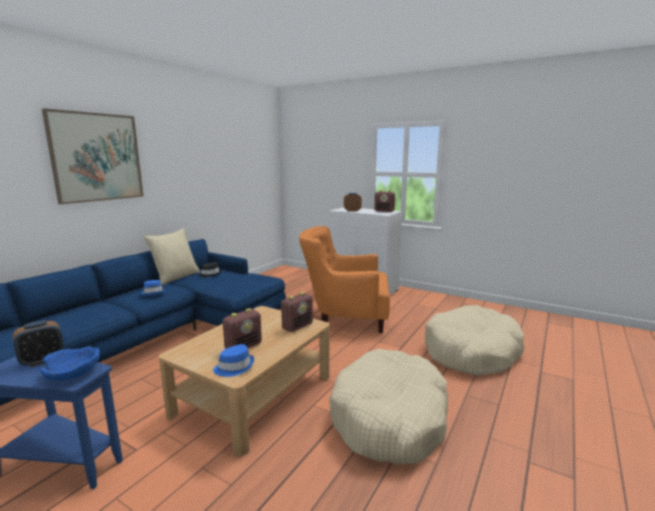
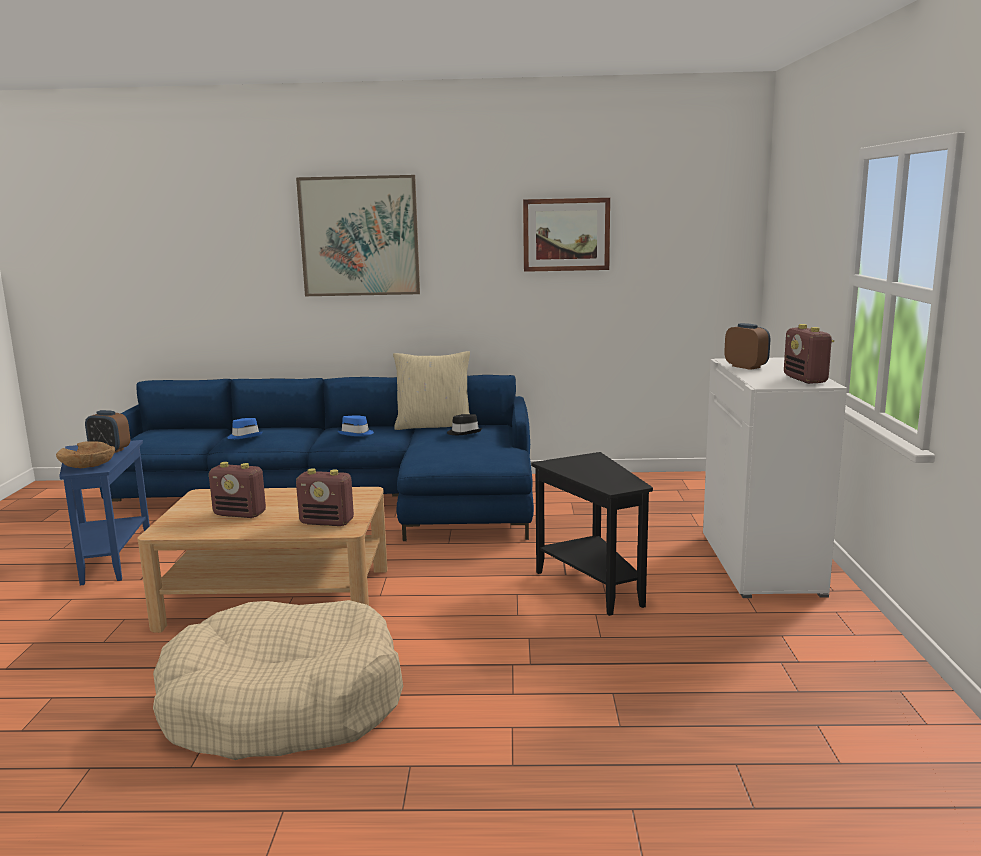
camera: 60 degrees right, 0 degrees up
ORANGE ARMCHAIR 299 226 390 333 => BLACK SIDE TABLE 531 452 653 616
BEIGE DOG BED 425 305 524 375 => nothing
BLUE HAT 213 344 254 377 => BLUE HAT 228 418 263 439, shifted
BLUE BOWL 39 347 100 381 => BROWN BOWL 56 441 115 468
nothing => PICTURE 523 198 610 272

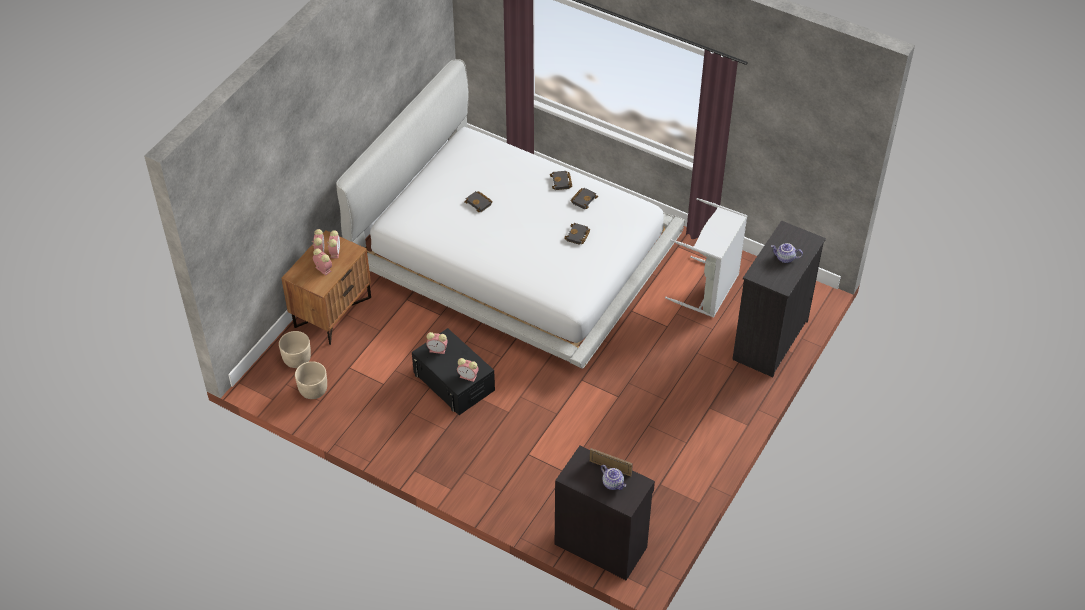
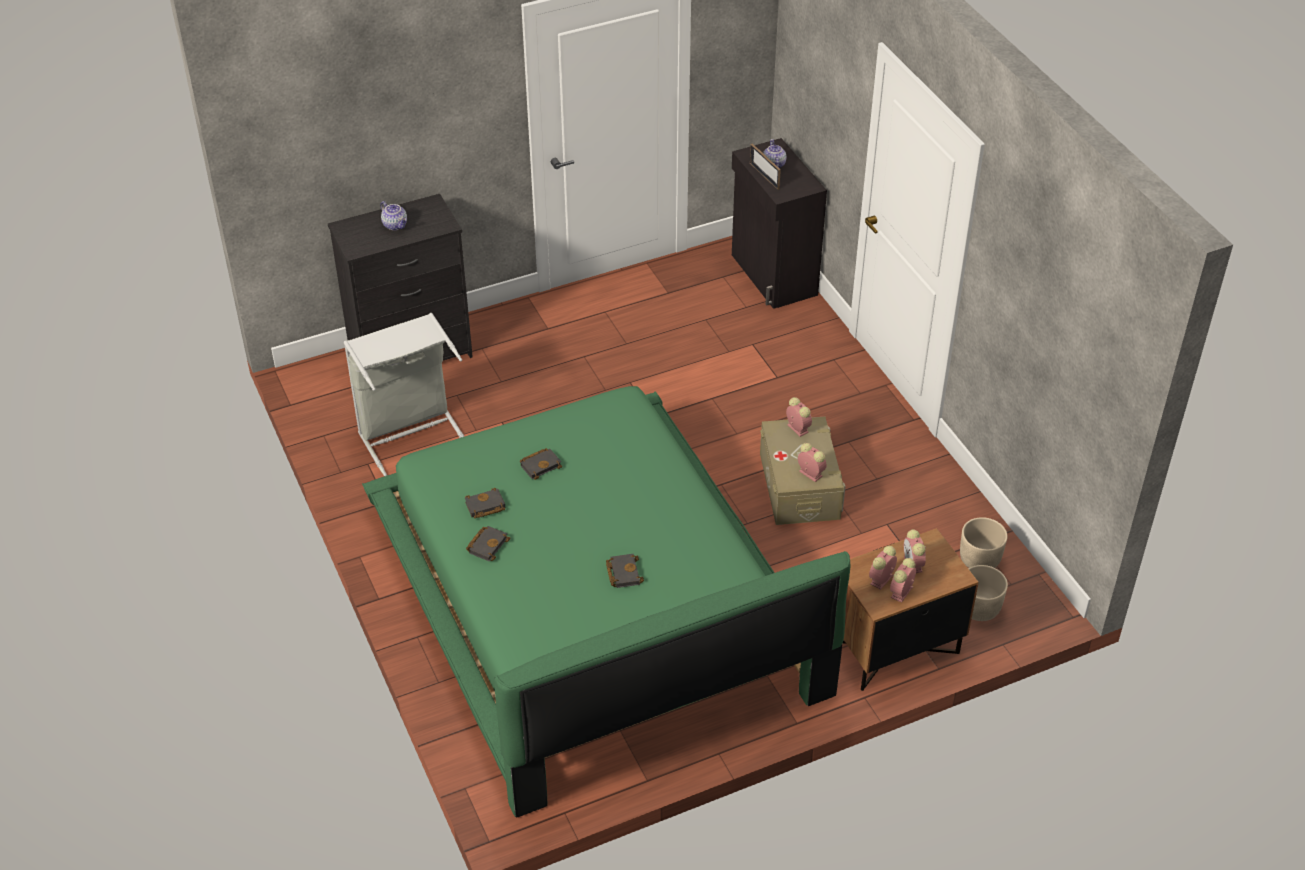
camera: 145 degrees left, 5 degrees down
WHITE BED 336 59 685 369 => GREEN BED 362 386 850 818
BLACK STORAGE BOX 412 328 495 415 => BEIGE STORAGE BOX 760 417 845 525

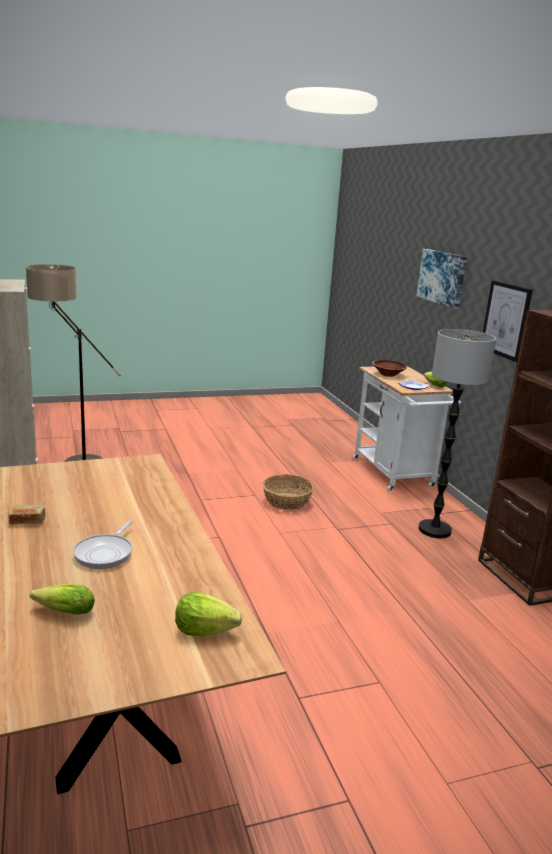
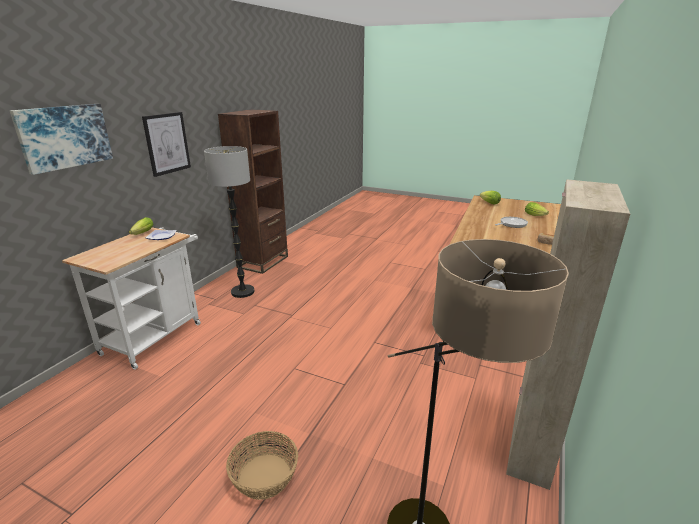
camera: 135 degrees left, 5 degrees up
BROWN BOWL 372 360 407 377 => nothing
BASKET 263 475 314 510 => BASKET 226 431 298 500, shifted

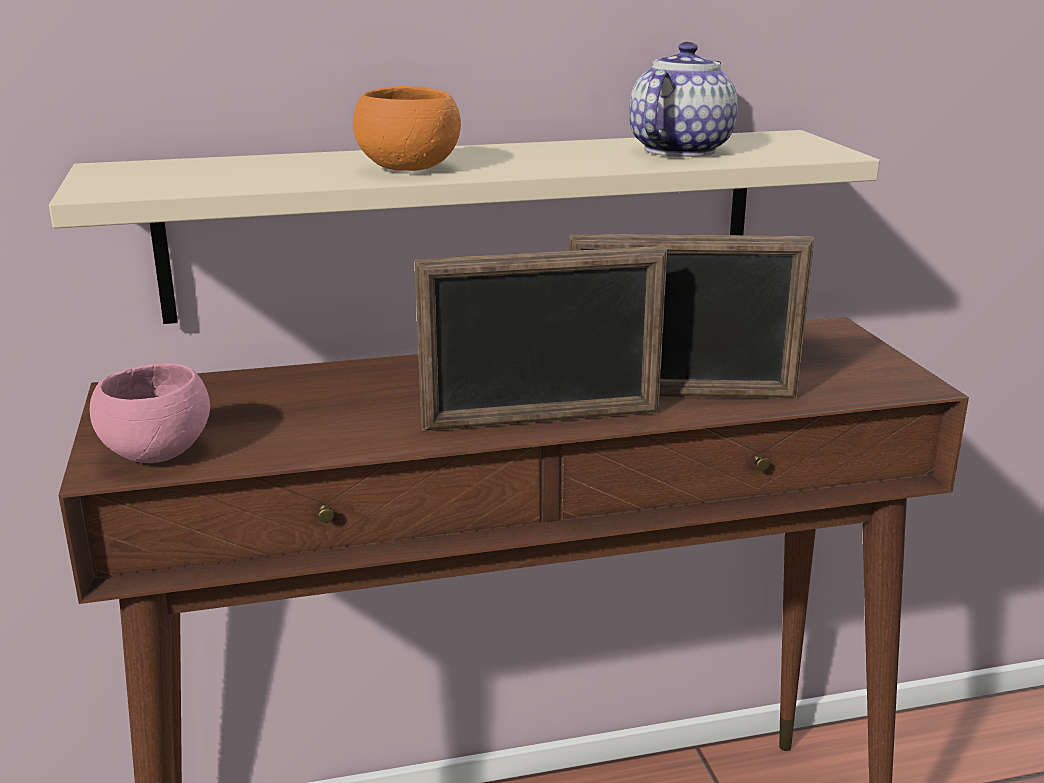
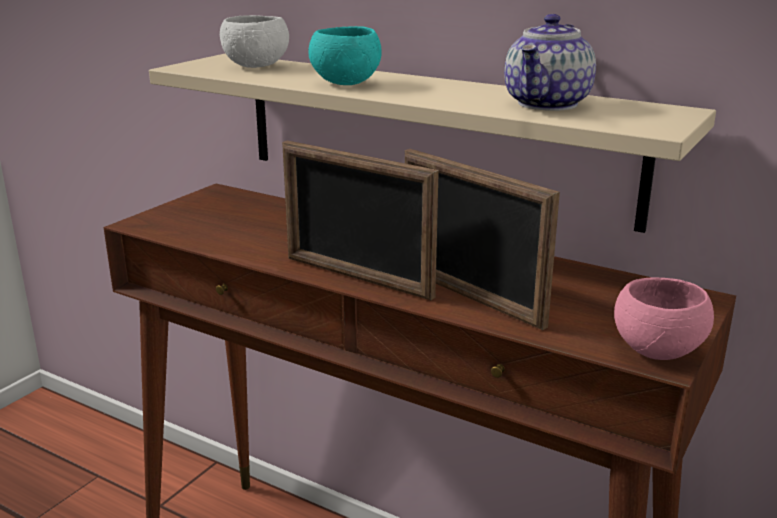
camera: 45 degrees right, 0 degrees up
TEAPOT 629 42 738 157 => TEAPOT 504 14 596 111, 135 degrees clockwise
ORANGE BOWL 353 86 461 171 => TURQUOISE BOWL 308 26 382 85
PINK BOWL 90 363 210 463 => PINK BOWL 614 278 714 360, shifted
nothing => WHITE BOWL 220 15 289 68

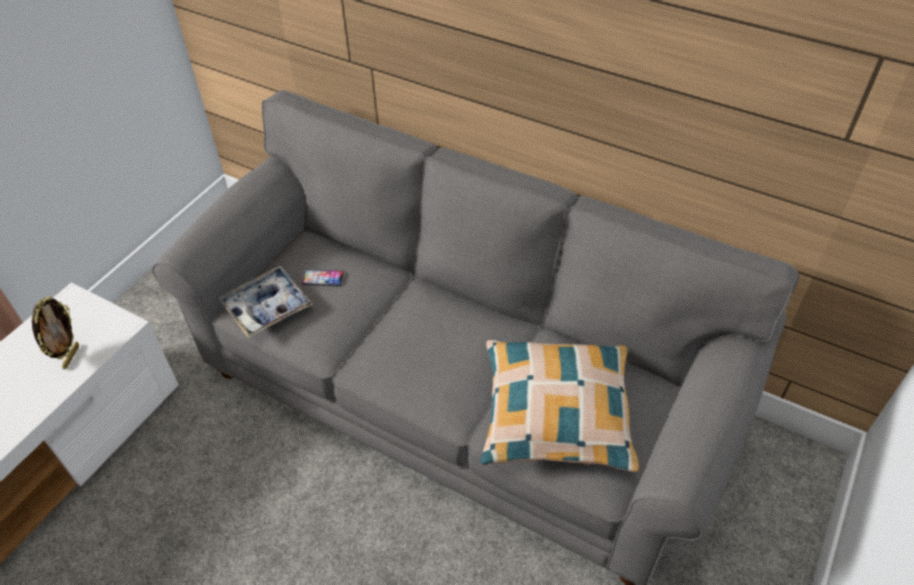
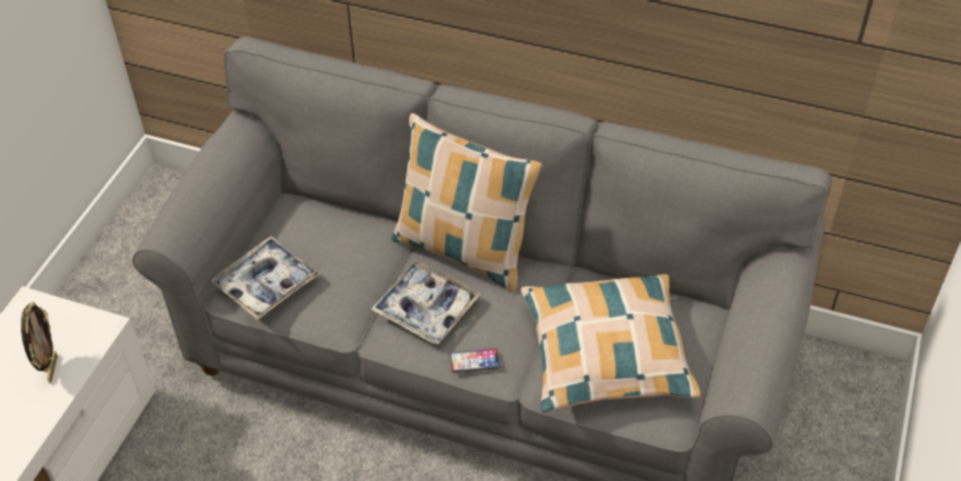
camera: 10 degrees left, 0 degrees up
PHONE 302 270 344 286 => PHONE 450 349 500 373, shifted
nothing => PILLOW 392 113 543 292
nothing => TRAY 371 260 481 344

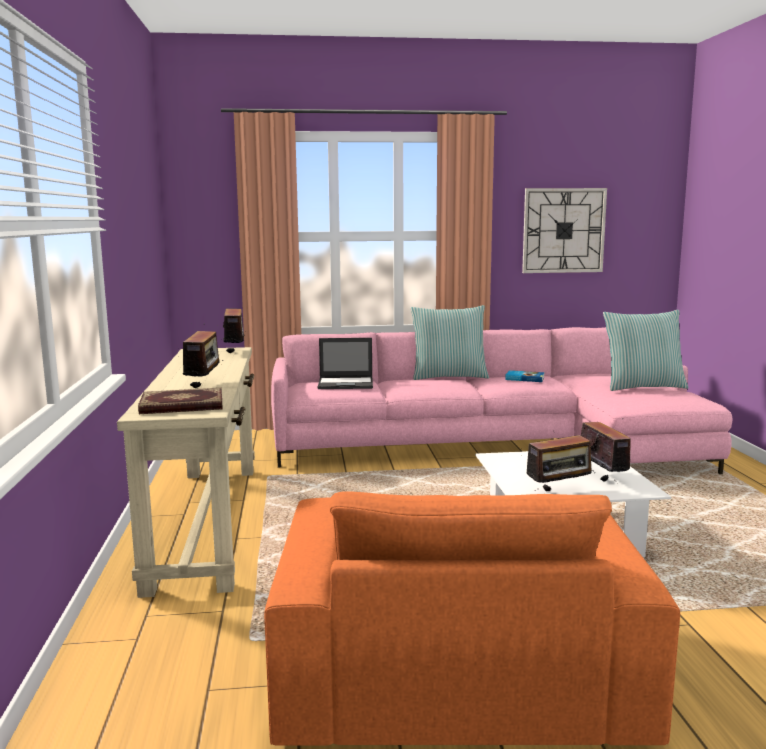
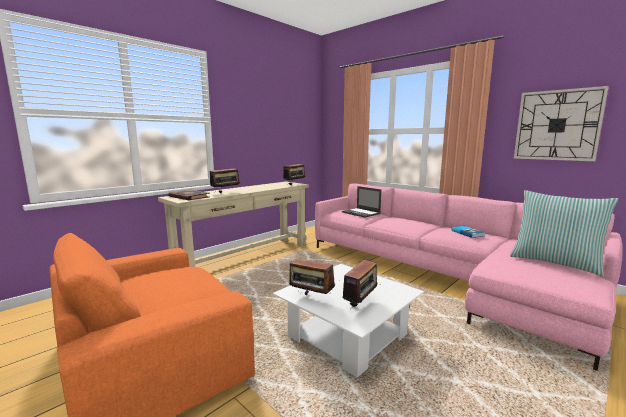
camera: 50 degrees right, 0 degrees up
PILLOW 411 305 489 380 => nothing

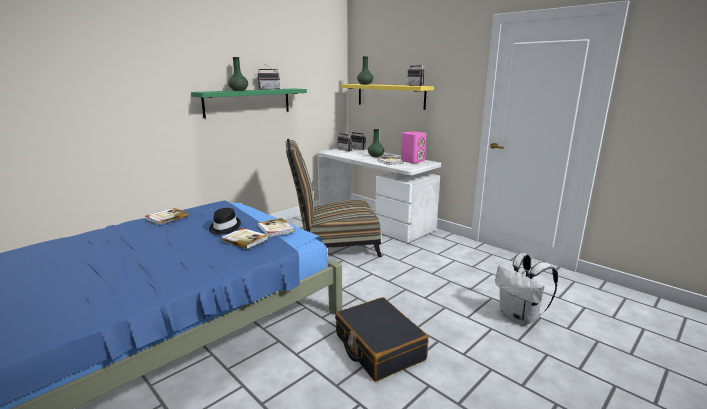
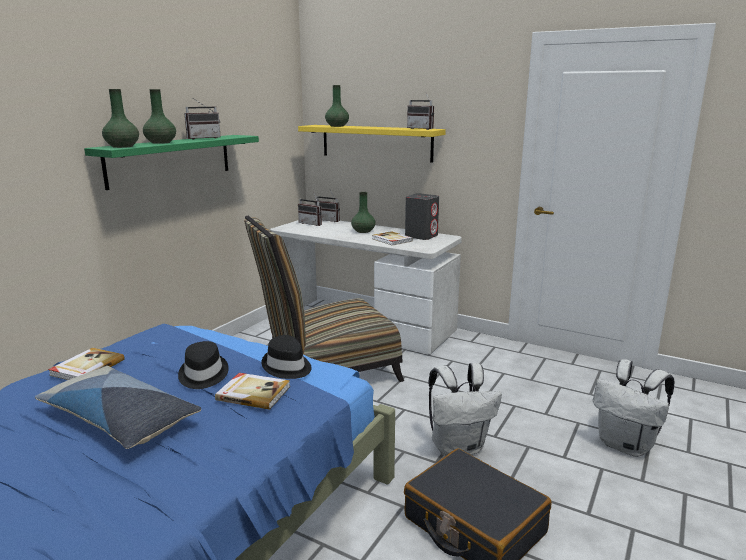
camera: 15 degrees left, 0 degrees up
PINK SPEAKER 401 131 426 163 => GREY SPEAKER 405 193 439 240
BOOK 258 218 295 237 => BLACK HAT 261 335 312 379
nothing => GREEN VASE 102 89 139 148
nothing => WHITE BACKPACK 429 363 502 456
nothing => PILLOW 35 366 201 449

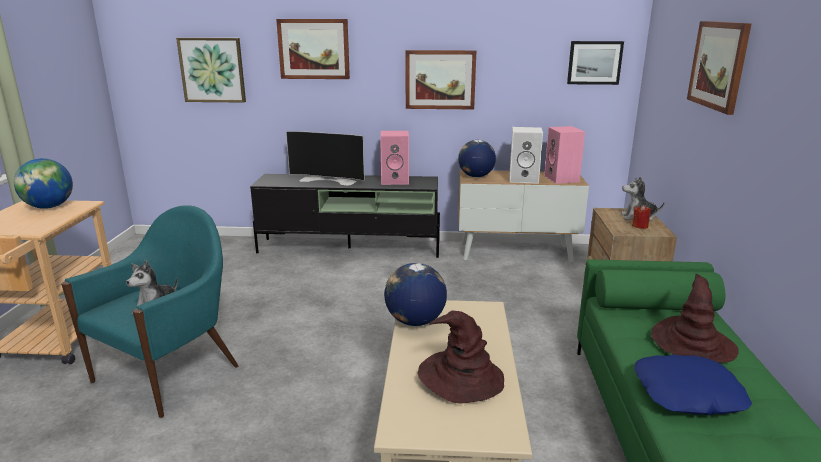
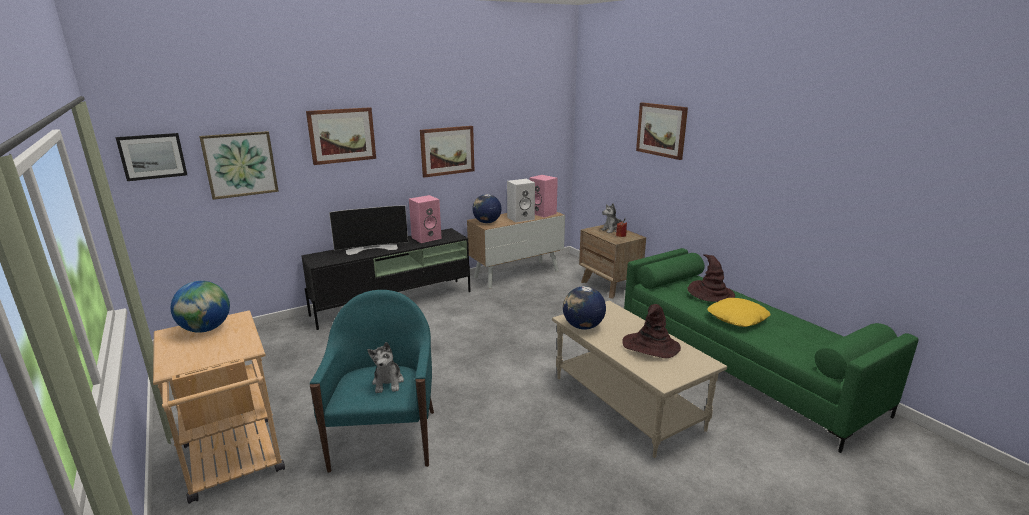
camera: 35 degrees left, 0 degrees up
PICTURE 567 41 624 85 => PICTURE 116 133 187 181, shifted
BLUE PILLOW 634 354 752 415 => YELLOW PILLOW 707 298 771 327

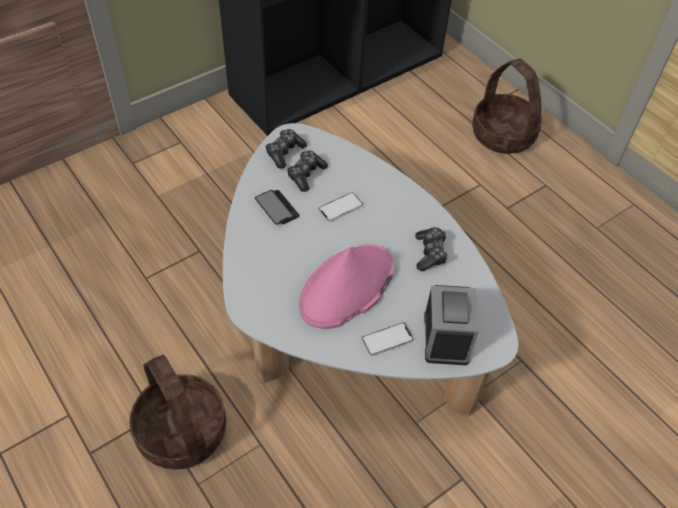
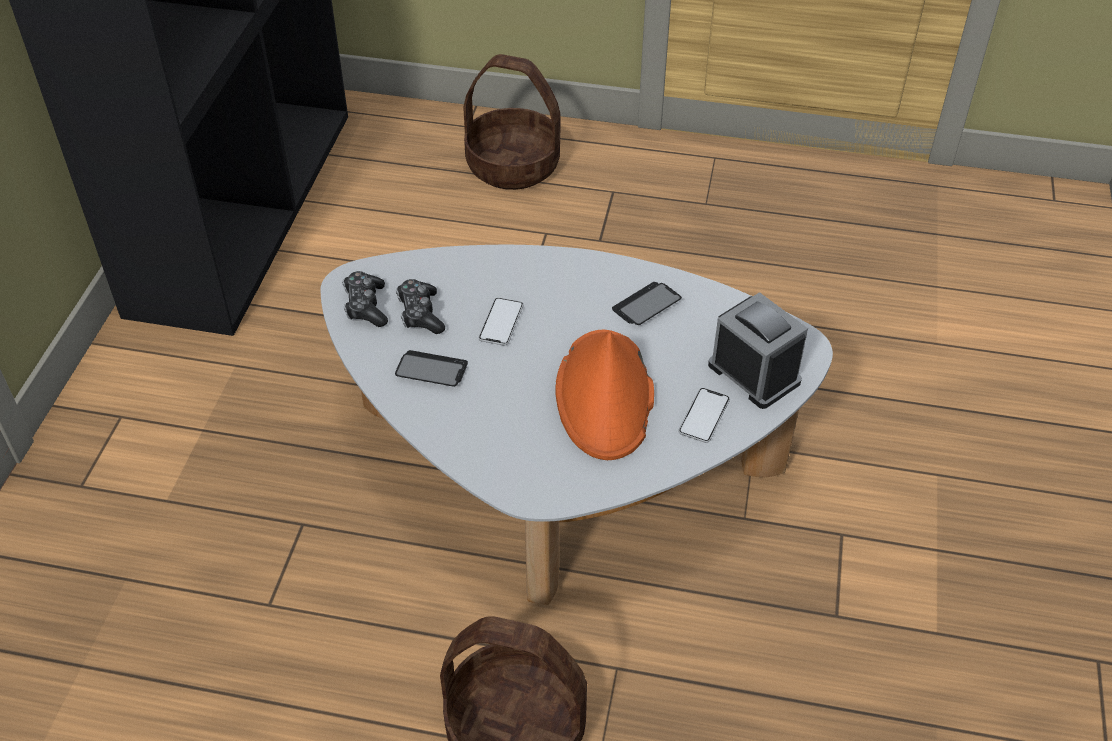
camera: 40 degrees left, 5 degrees down
GAME CONTROLLER 415 227 448 271 => PHONE 612 282 682 325
PINK HAT 299 244 394 329 => ORANGE HAT 555 330 654 460

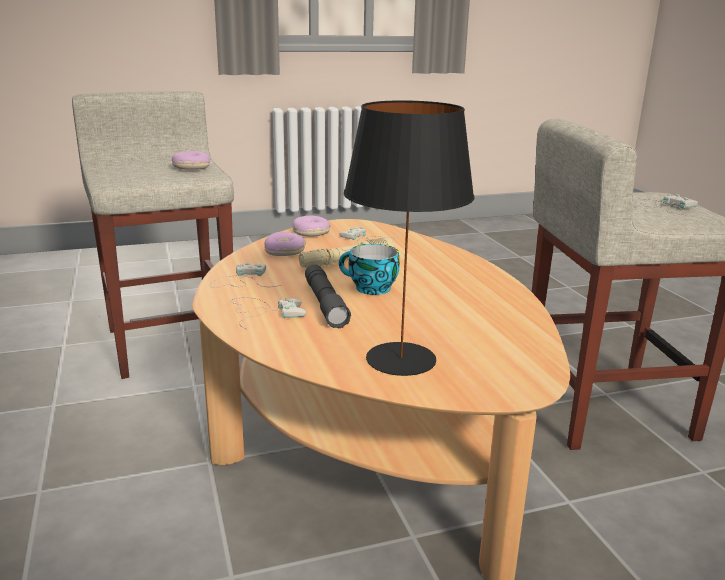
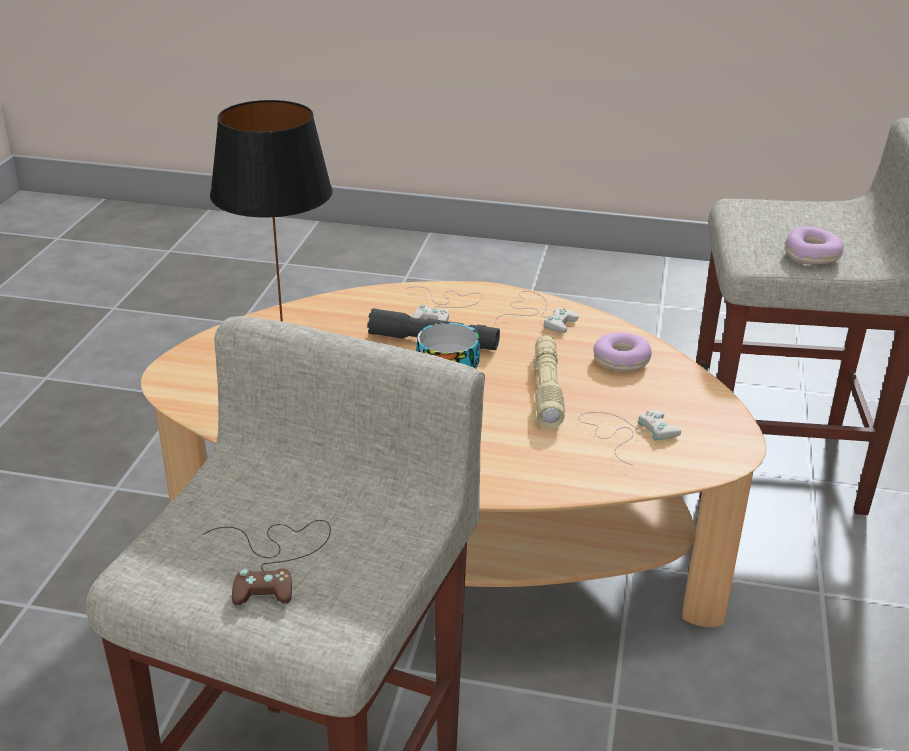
camera: 120 degrees right, 10 degrees up
WHITE GAME CONTROLLER 633 194 698 215 => BROWN GAME CONTROLLER 202 520 331 606
DONUT 292 216 331 237 => nothing

